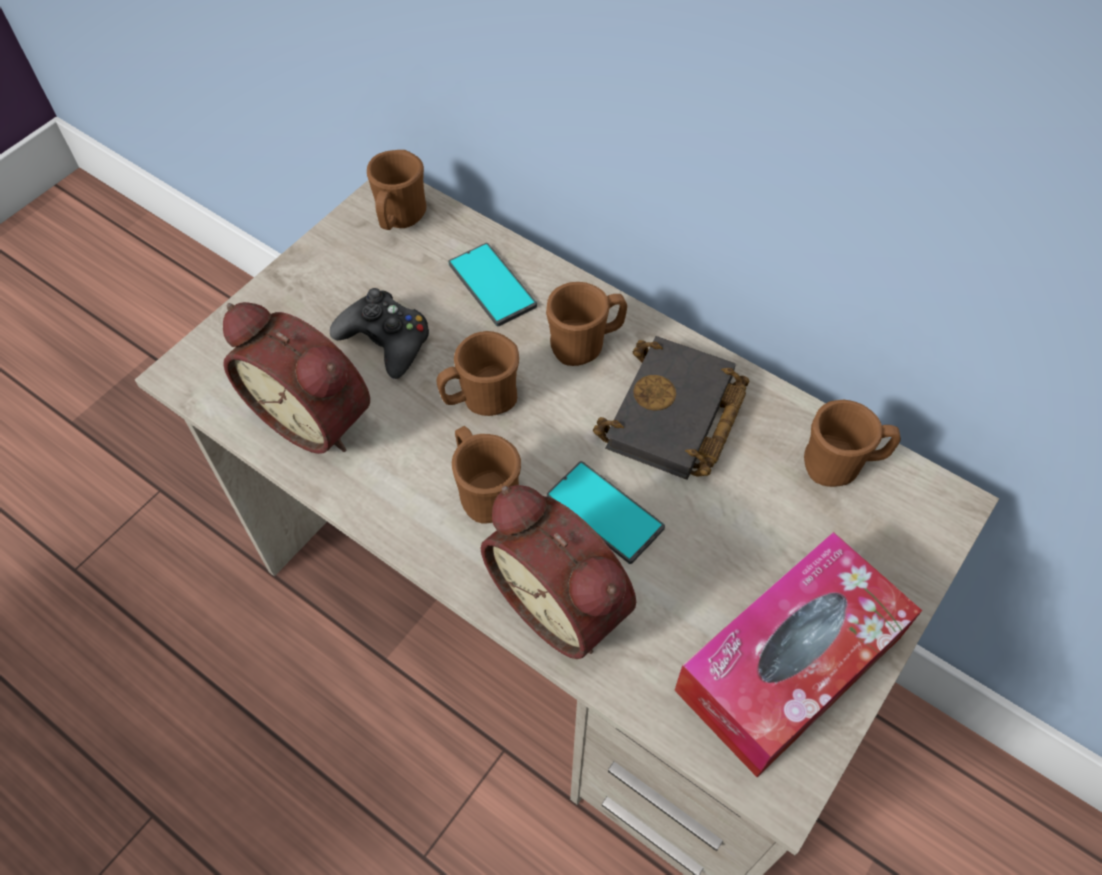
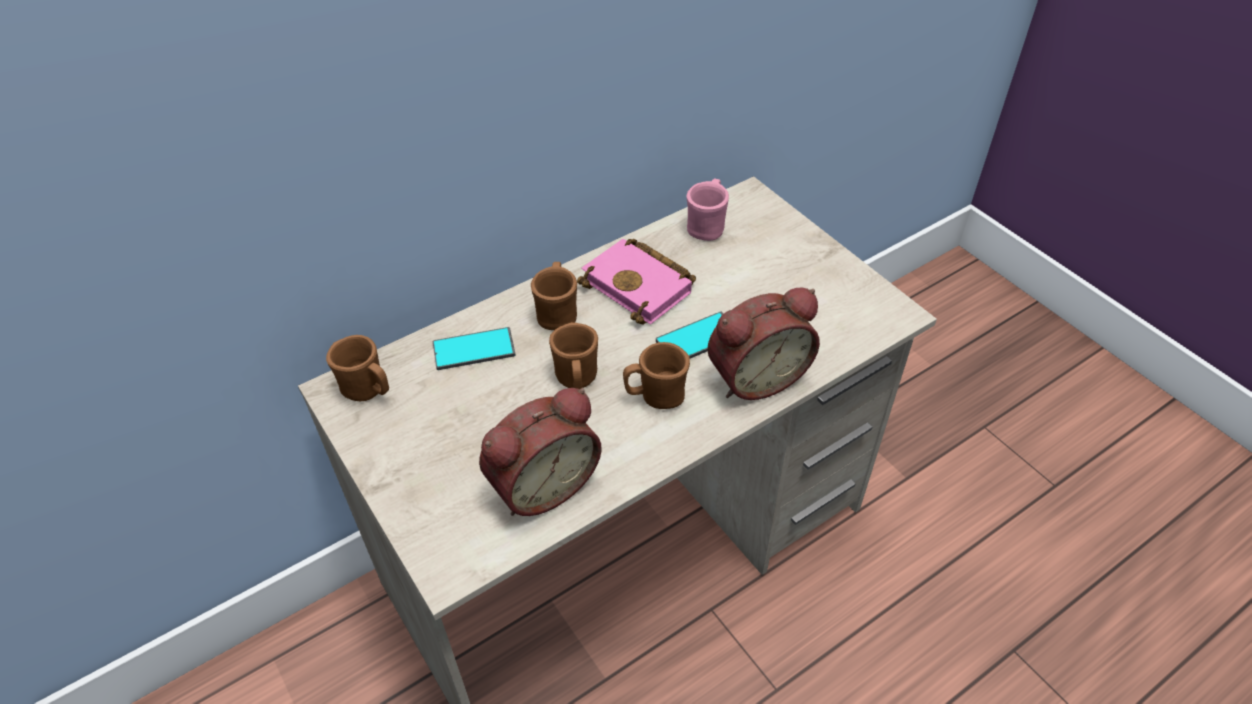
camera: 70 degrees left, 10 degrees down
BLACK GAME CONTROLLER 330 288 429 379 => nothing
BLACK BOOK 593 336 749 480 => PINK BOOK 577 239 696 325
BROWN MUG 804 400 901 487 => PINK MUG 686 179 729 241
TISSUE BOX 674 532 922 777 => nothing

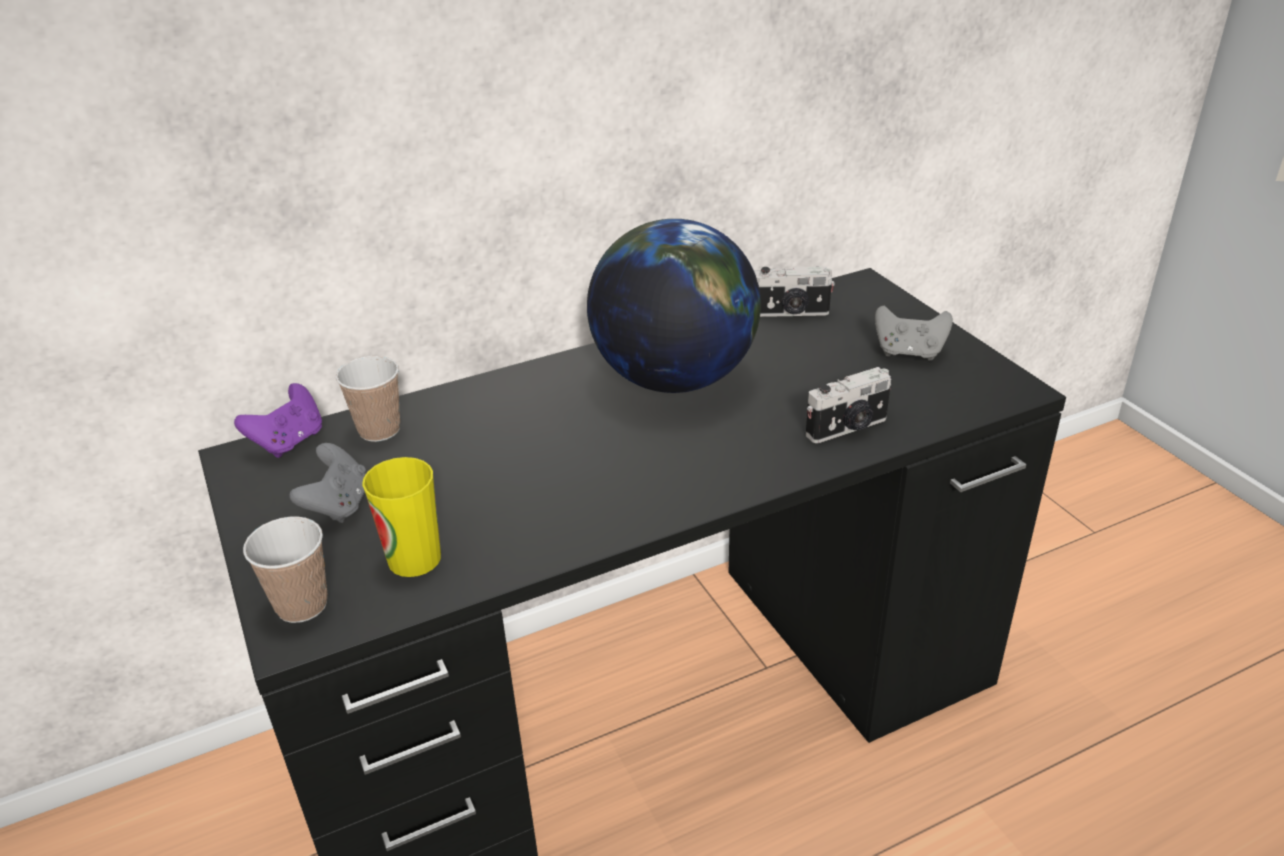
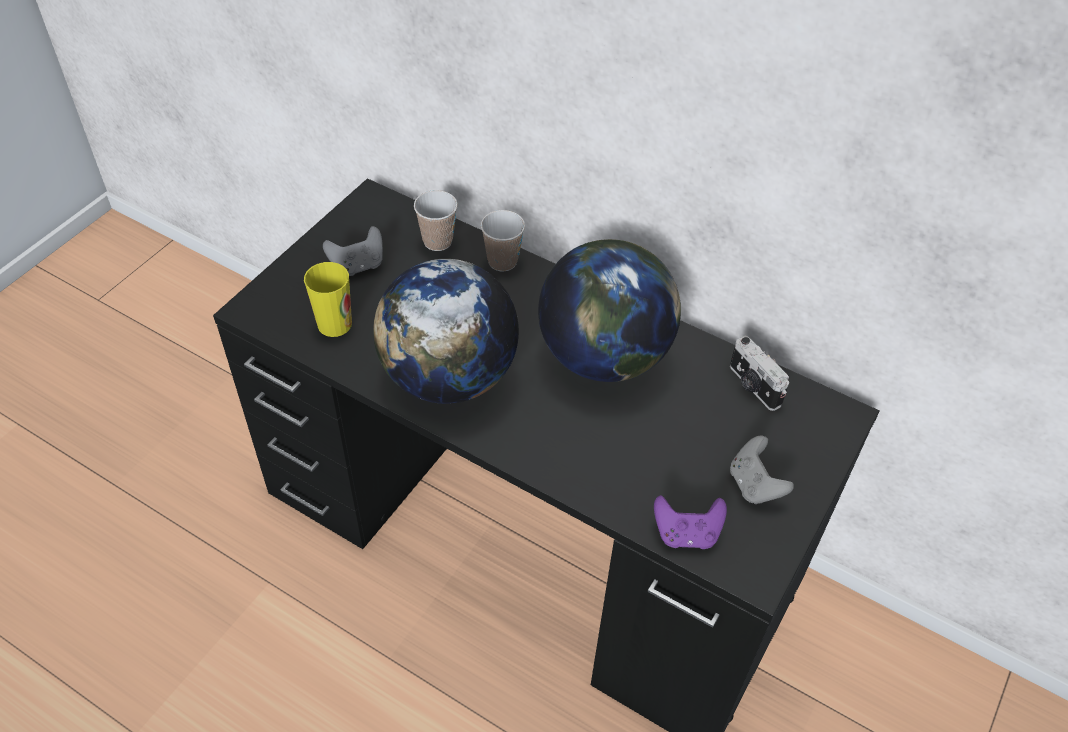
camera: 55 degrees right, 15 degrees up
PHOTO CAMERA 806 367 891 443 => nothing
PURPLE GAME CONTROLLER 234 383 322 458 => PURPLE GAME CONTROLLER 654 495 727 549, shifted
CUP 243 517 328 623 => CUP 481 210 525 271, shifted
nothing => GLOBE 373 259 519 404

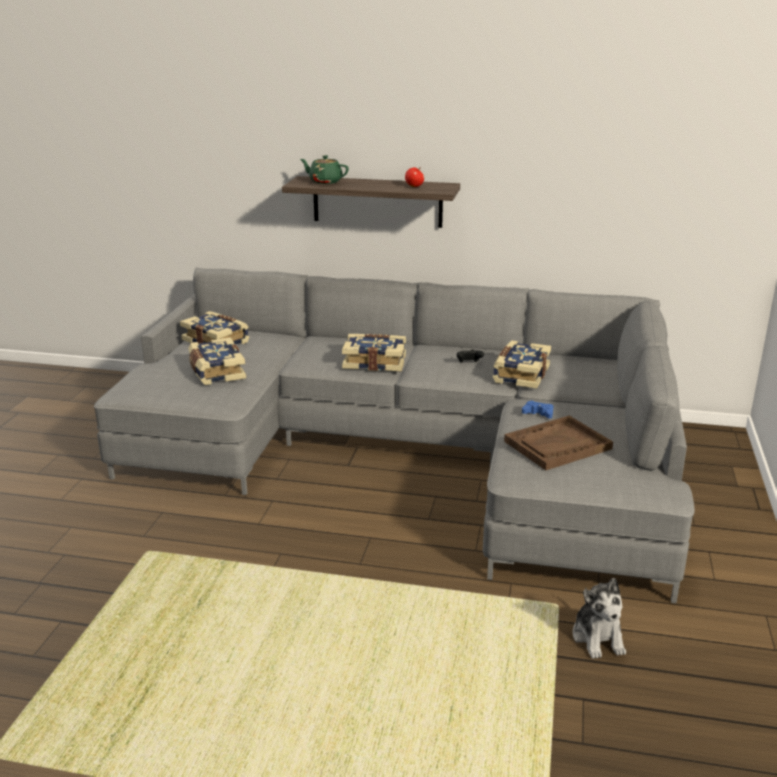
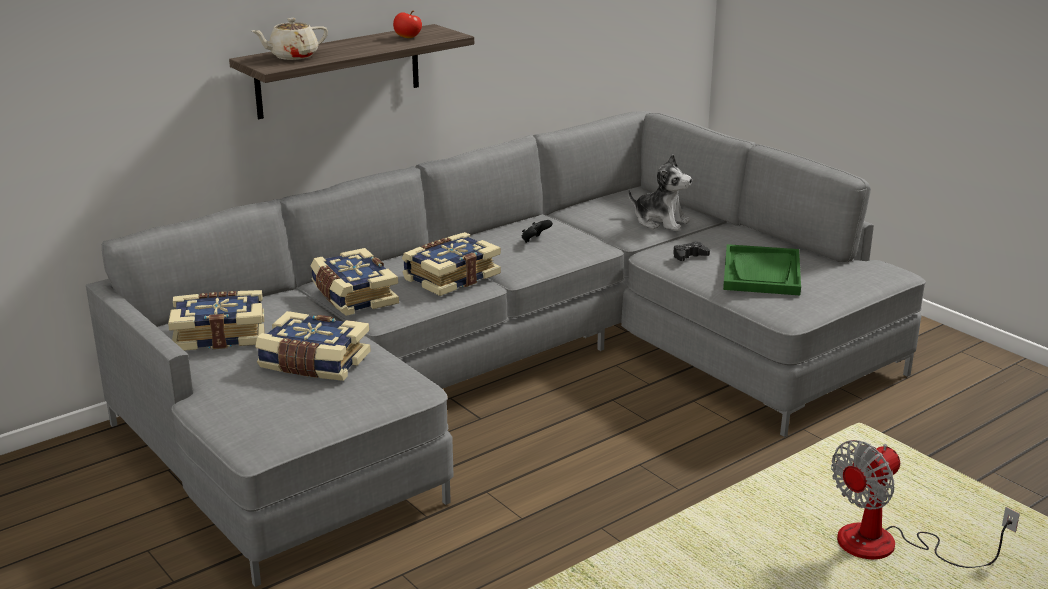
camera: 50 degrees left, 0 degrees up
GREEN TEAPOT 300 155 349 184 => BEIGE TEAPOT 252 18 328 60
BOOK 493 340 551 389 => BOOK 311 248 399 316, shifted
BLUE GAME CONTROLLER 522 401 553 418 => BLACK GAME CONTROLLER 673 242 710 261
BROWN TRAY 504 416 613 470 => GREEN TRAY 723 244 801 295
PLUSH TOY 573 578 626 659 => PLUSH TOY 628 154 692 231, shifted
nothing => FAN 831 440 1020 568

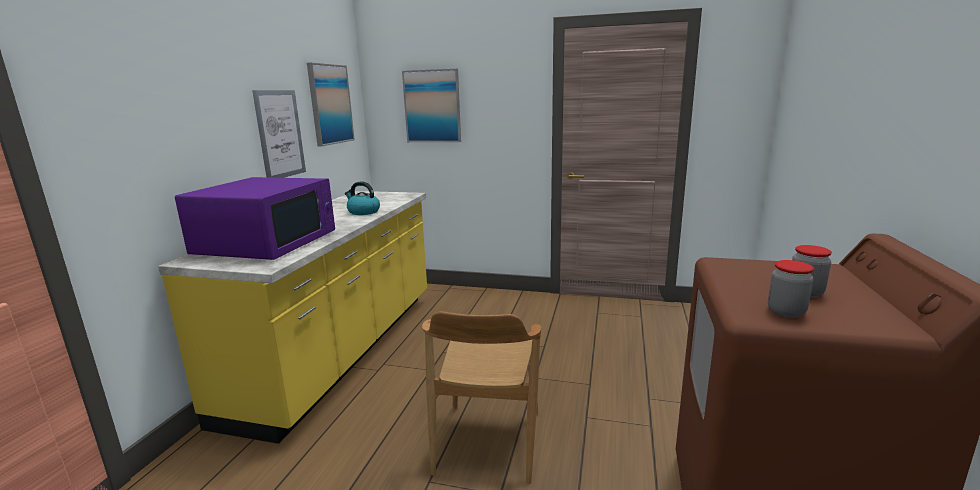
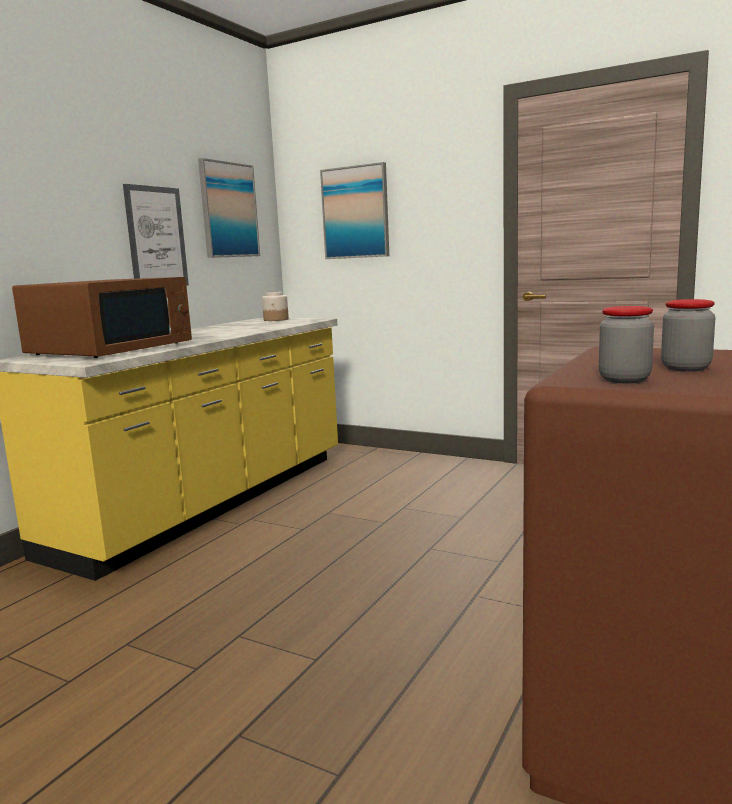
camera: 15 degrees right, 5 degrees down
PURPLE MICROWAVE 175 177 335 260 => BROWN MICROWAVE 12 277 192 358
KETTLE 345 181 380 215 => nothing
BROWN CHAIR 422 311 541 484 => nothing
nothing => JAR 262 292 289 321

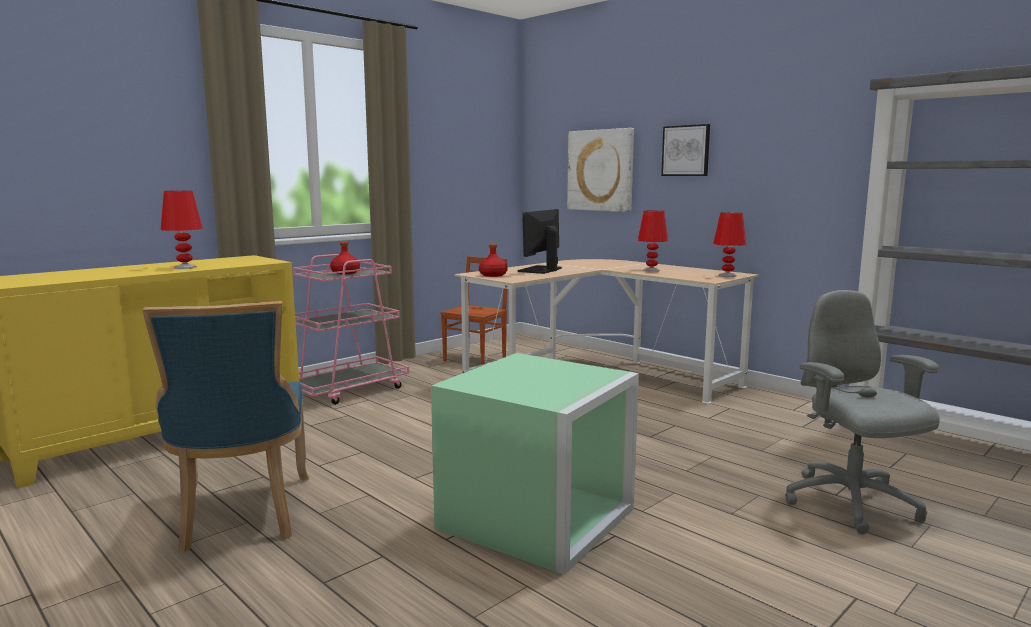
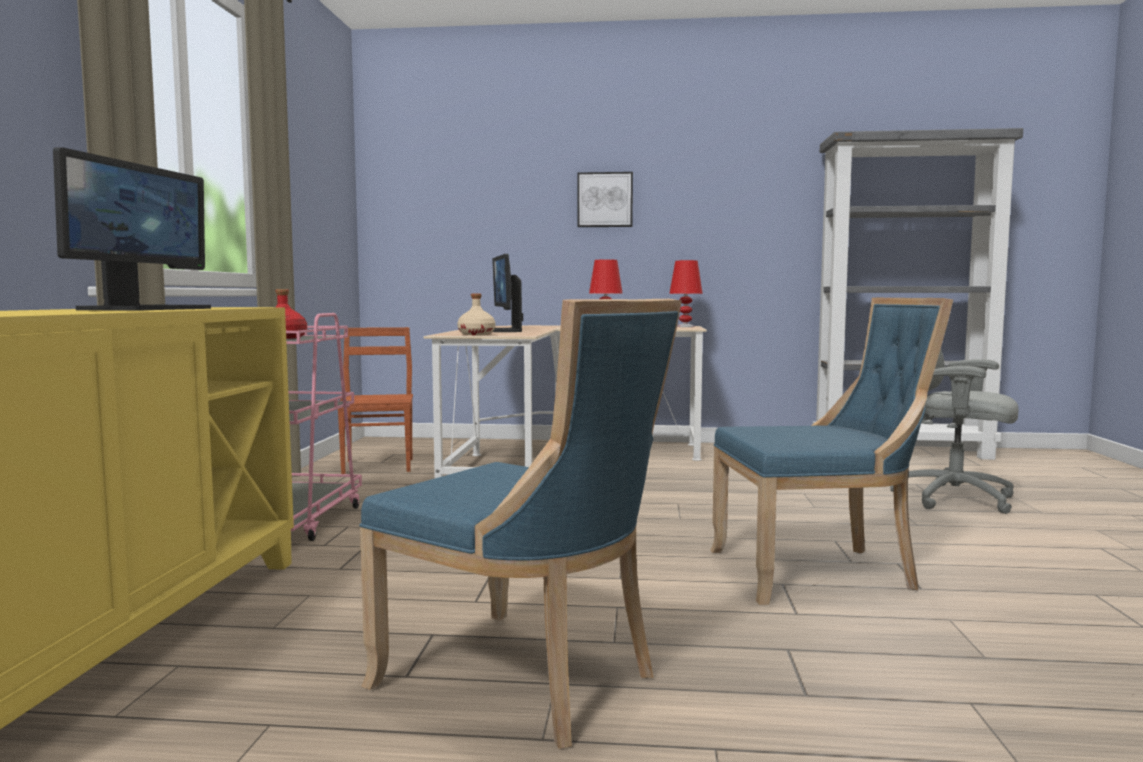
camera: 40 degrees left, 5 degrees down
PICTURE 567 128 634 212 => nothing
RED TABLE LAMP 161 191 203 269 => MONITOR 53 147 211 311
RED BOTTLE 479 244 508 277 => BEIGE BOTTLE 457 294 496 335
GREEN STORAGE BOX 431 353 639 575 => BLUE CHAIR 710 298 953 605

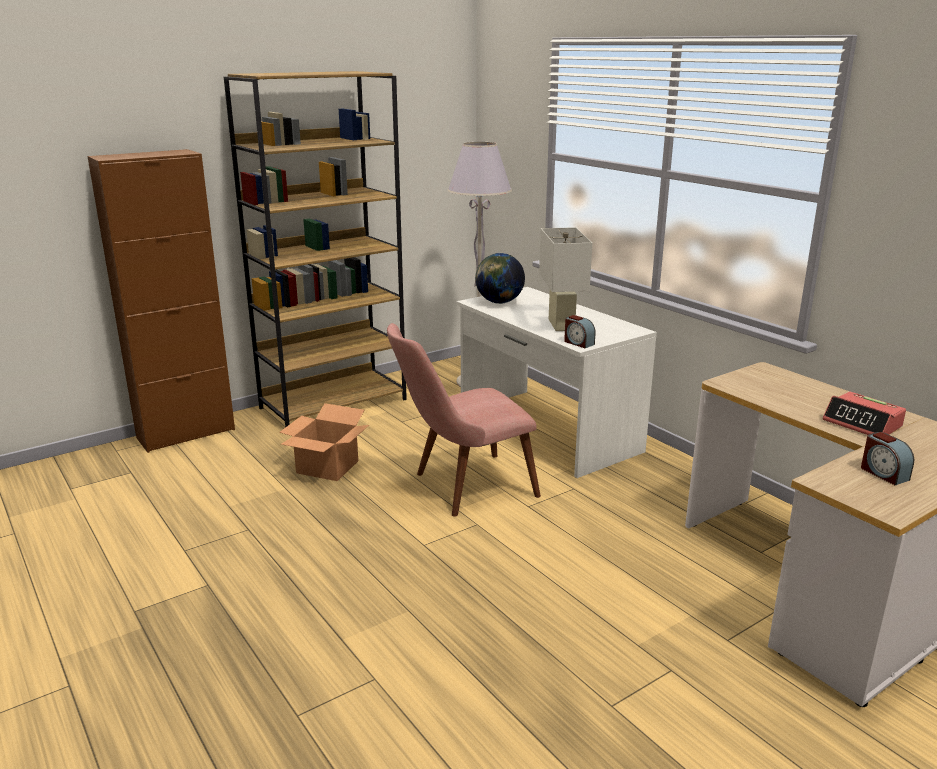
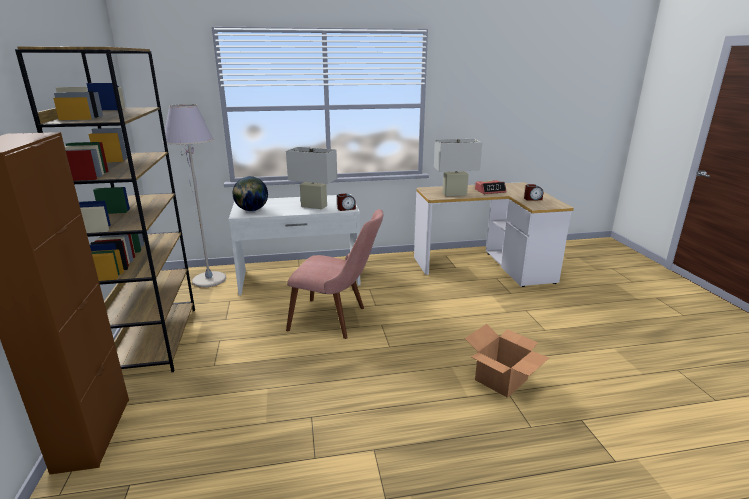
camera: 65 degrees left, 0 degrees up
PINK CHAIR 387 323 541 517 => PINK CHAIR 286 209 384 339, 75 degrees counterclockwise
CARDBOARD BOX 279 403 369 481 => CARDBOARD BOX 465 324 549 398, shifted
nothing => WHITE TABLE LAMP 434 139 482 196

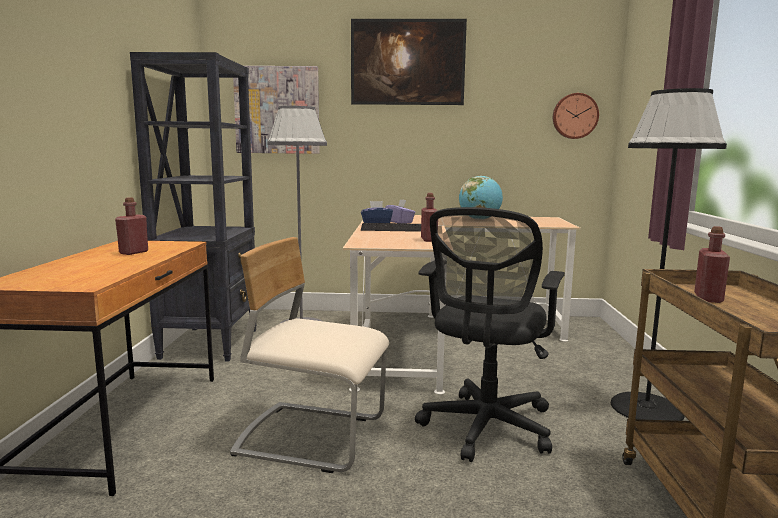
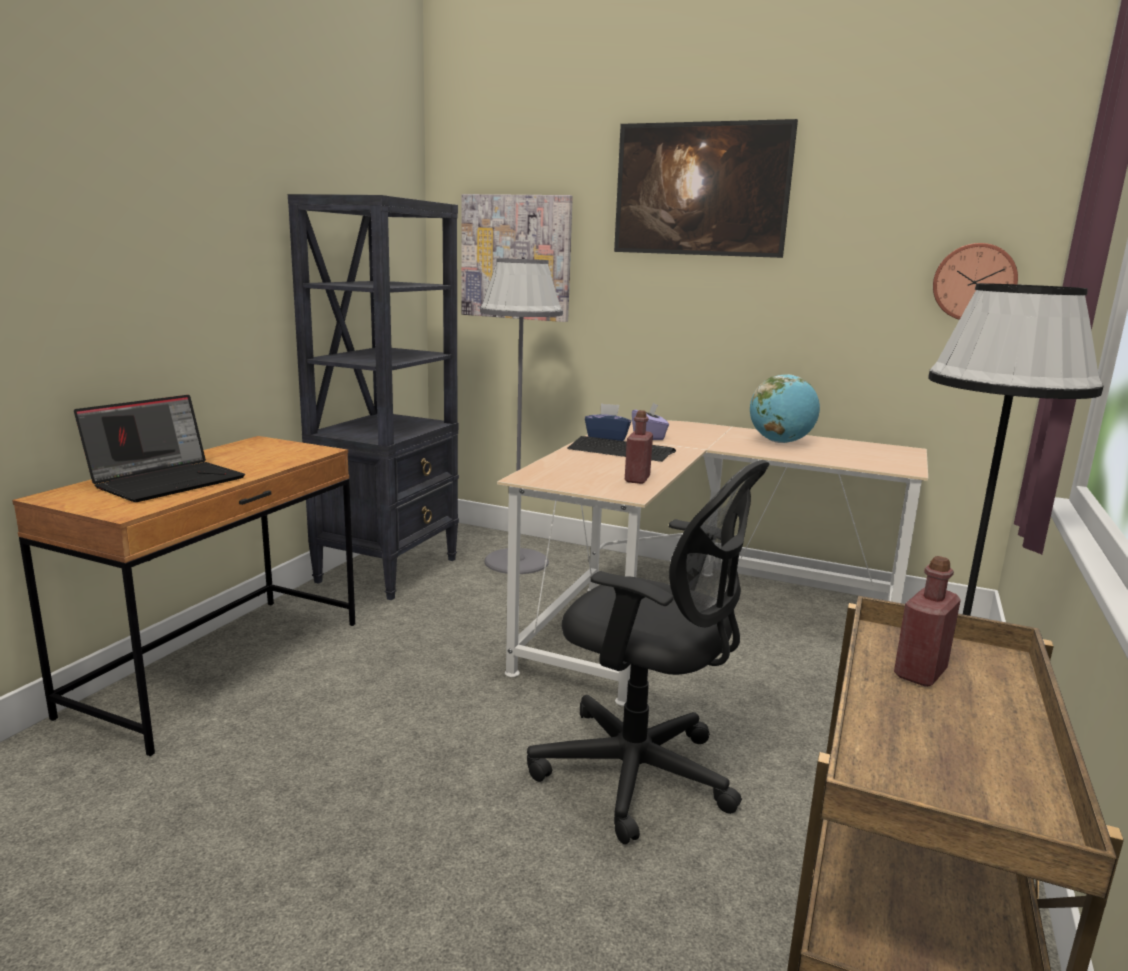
camera: 20 degrees right, 5 degrees up
RED BOTTLE 115 197 148 255 => nothing
BLACK OFFICE CHAIR 415 207 565 462 => BLACK OFFICE CHAIR 527 460 769 845, 105 degrees counterclockwise
BEIGE CHAIR 230 237 389 473 => nothing
nothing => LAPTOP 74 395 245 502

